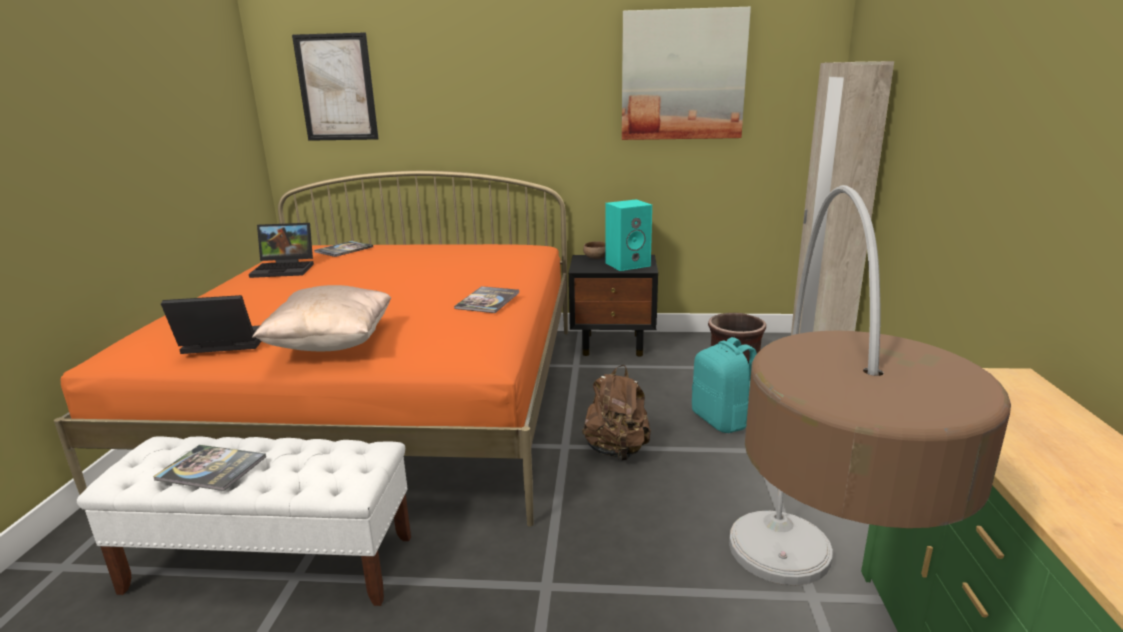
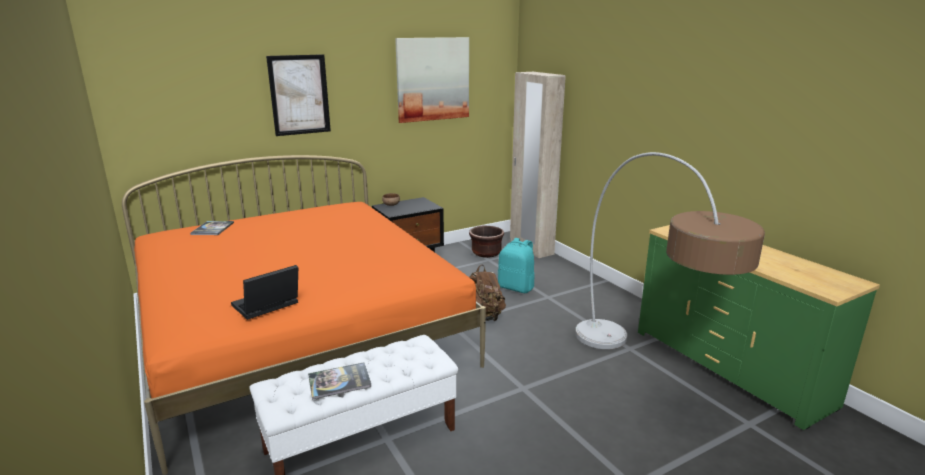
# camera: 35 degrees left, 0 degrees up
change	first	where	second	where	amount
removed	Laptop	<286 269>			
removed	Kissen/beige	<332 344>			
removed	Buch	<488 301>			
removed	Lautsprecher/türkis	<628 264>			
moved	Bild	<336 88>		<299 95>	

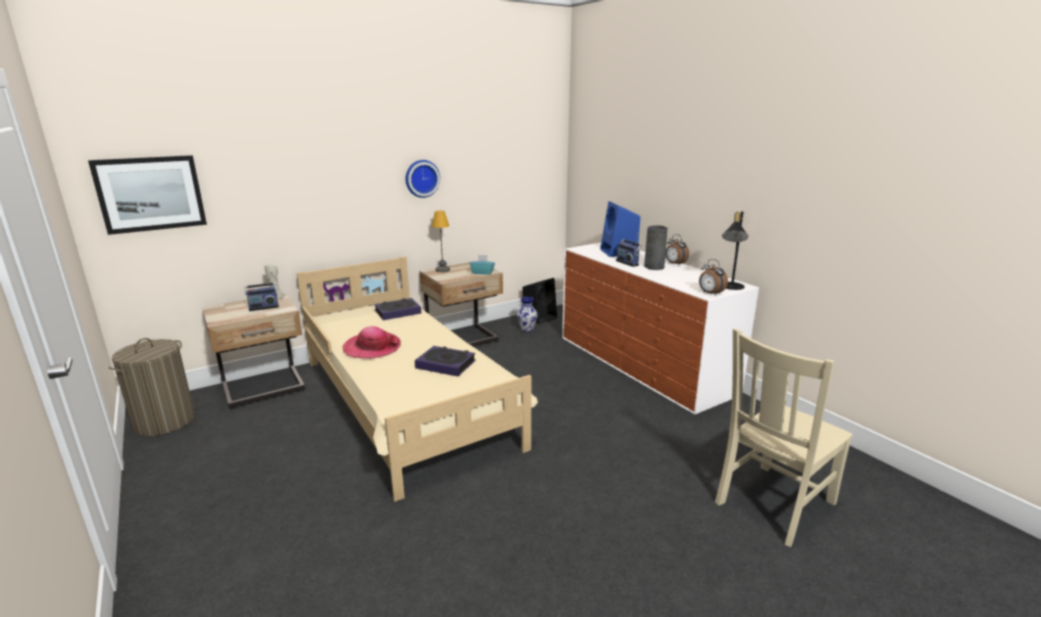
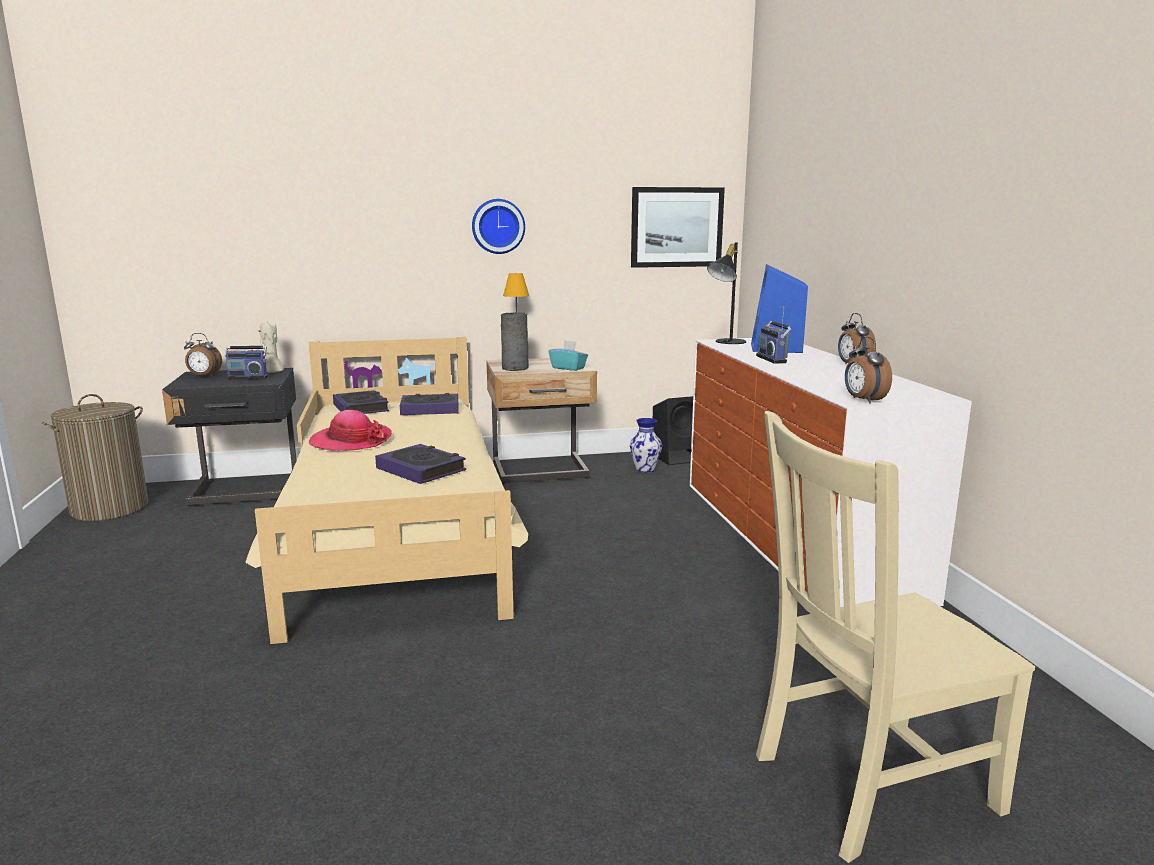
# camera: 20 degrees right, 5 degrees down
change	first	where	second	where	amount
added			Wecker	<204 376>	
added			Buch	<361 408>	
moved	Bild	<151 193>		<676 227>	
moved	Vase/grau	<654 267>		<516 368>	
moved	Tischlampe/schwarz	<730 287>		<726 342>	
recoloured	Nachttisch/beige	<265 389>	Nachttisch/schwarz	<245 492>	

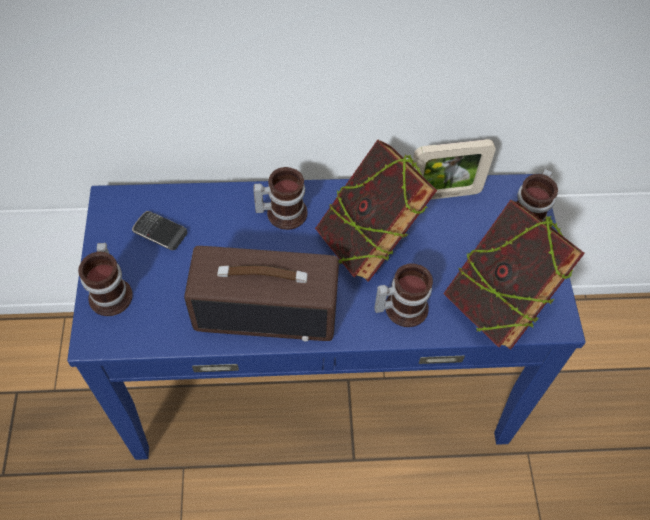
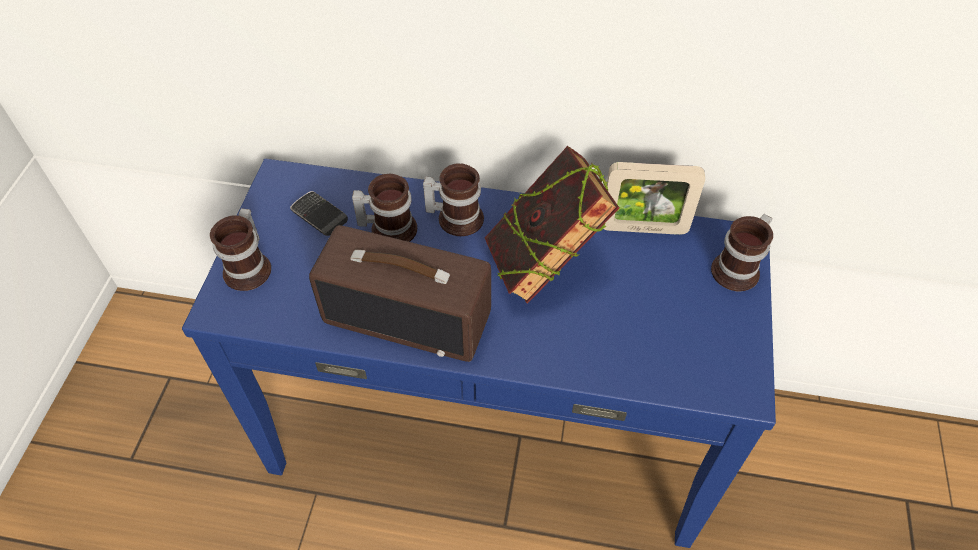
# camera: 15 degrees right, 5 degrees down
change	first	where	second	where	amount
removed	Buch	<498 302>			
moved	Henkelbecher	<401 307>		<389 227>	

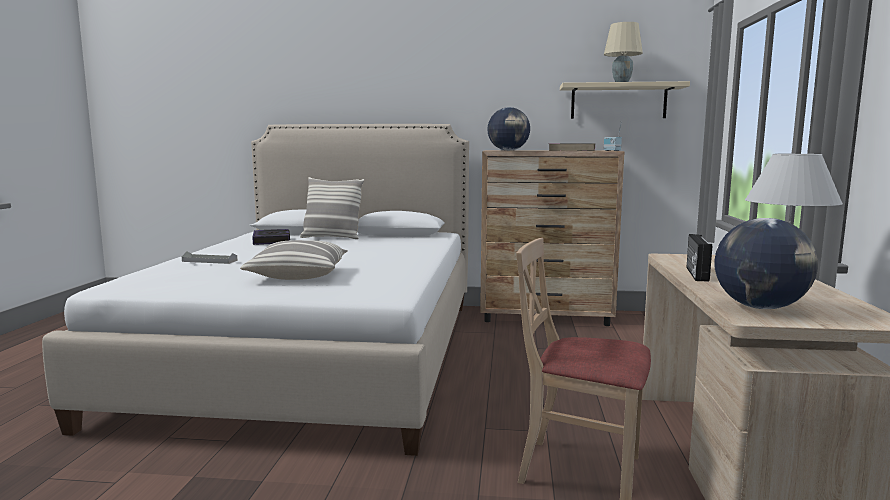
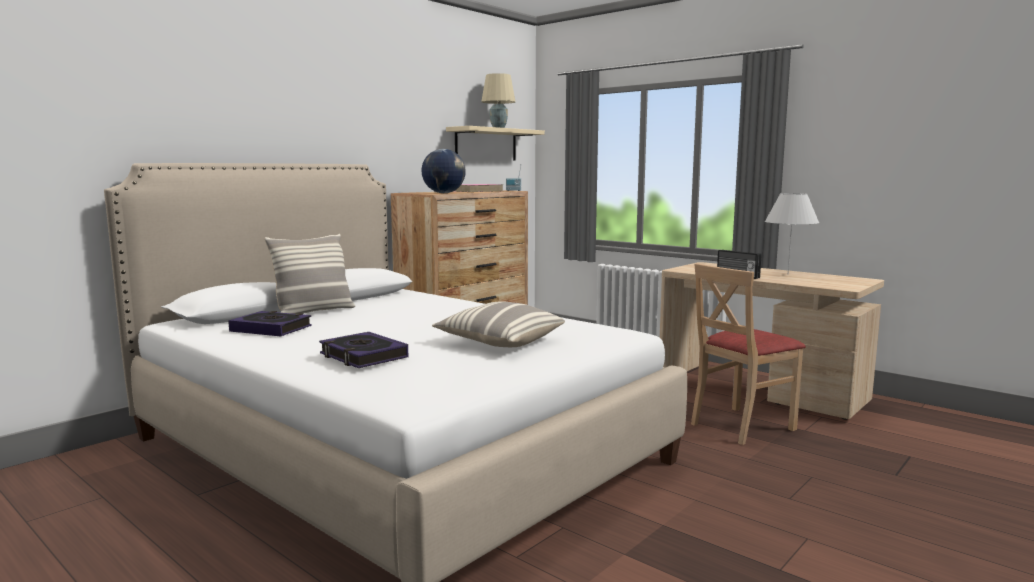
# camera: 55 degrees left, 0 degrees up
change	first	where	second	where	amount
removed	Globus	<760 307>			
replaced	Tablett/grau	<209 261>	Buch	<363 356>	

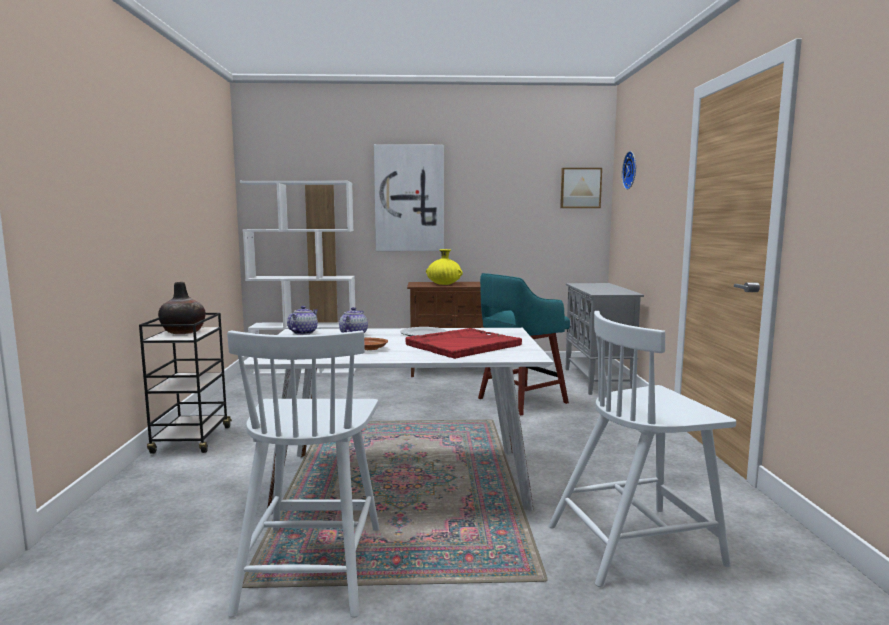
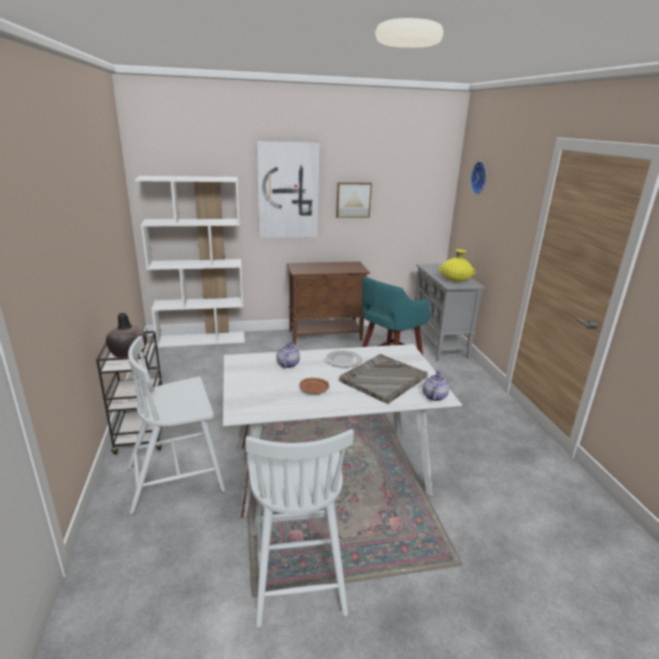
# camera: 10 degrees left, 15 degrees up
change	first	where	second	where	amount
moved	Teekanne	<303 333>		<433 396>	
moved	Vase/gelb	<444 284>		<455 280>	
moved	Stuhl/weiß	<636 544>		<177 478>	
moved	Bild	<580 188>		<353 199>	
recoloured	Tablett/rot	<462 345>	Tablett/grau	<383 379>	

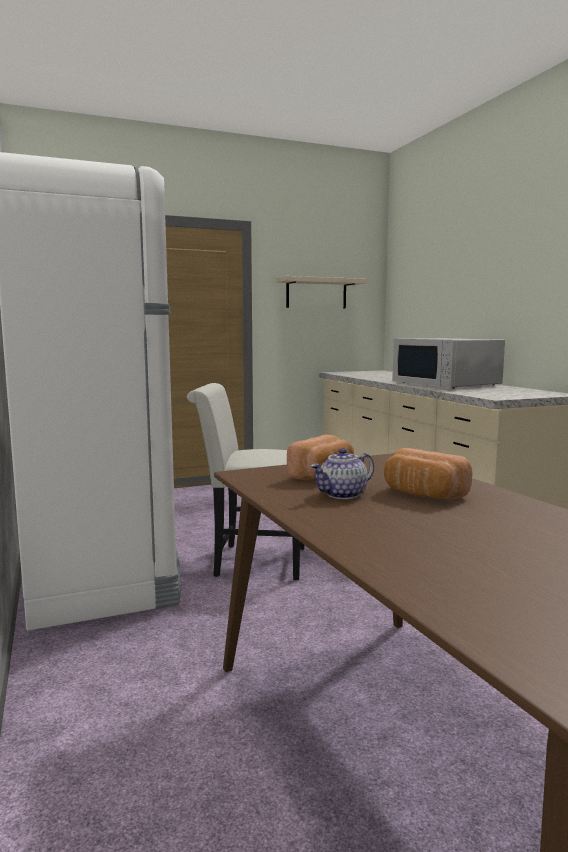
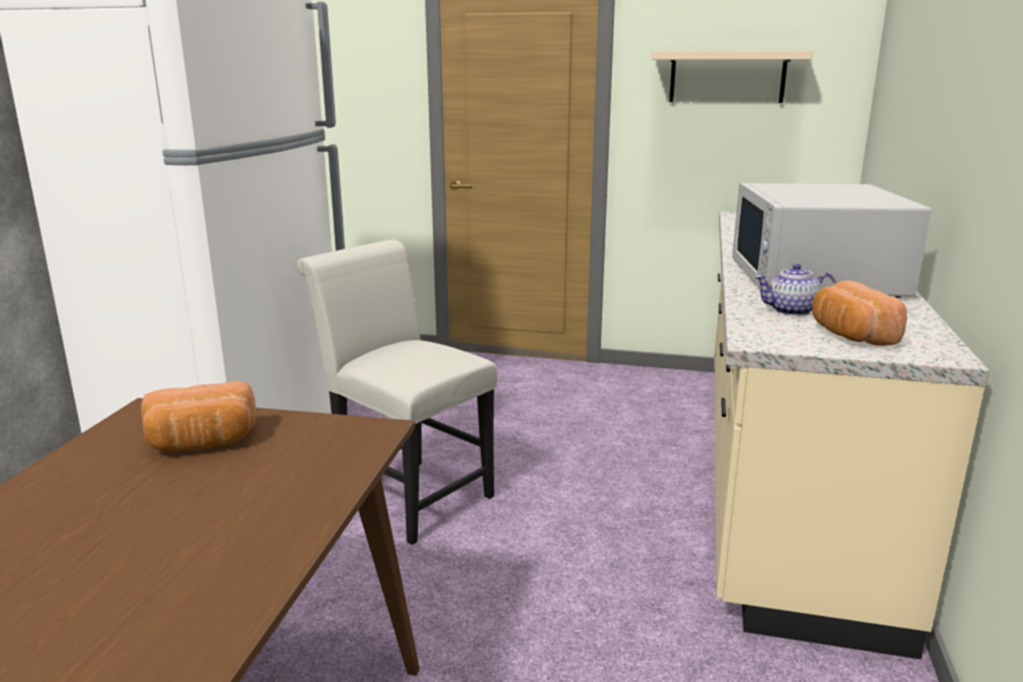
# camera: 35 degrees right, 10 degrees up
change	first	where	second	where	amount
moved	Teekanne	<342 494>		<791 311>	
moved	Brot	<422 494>		<849 335>	

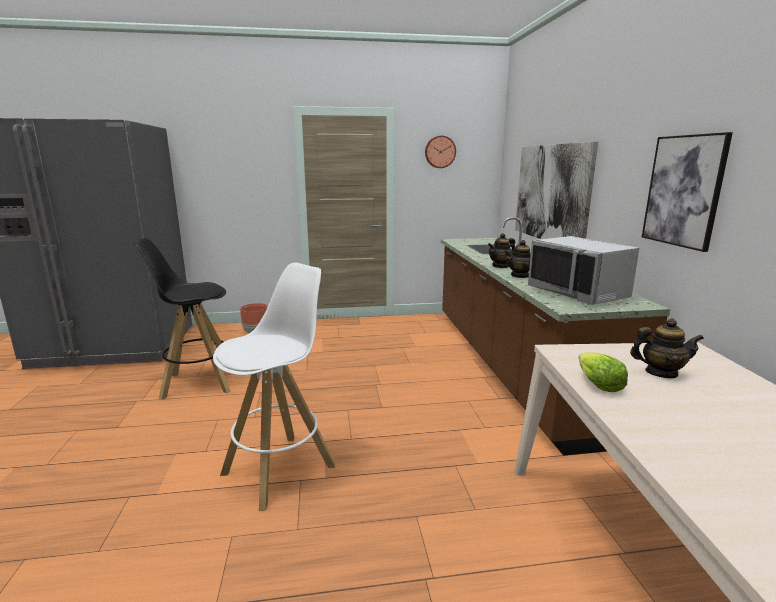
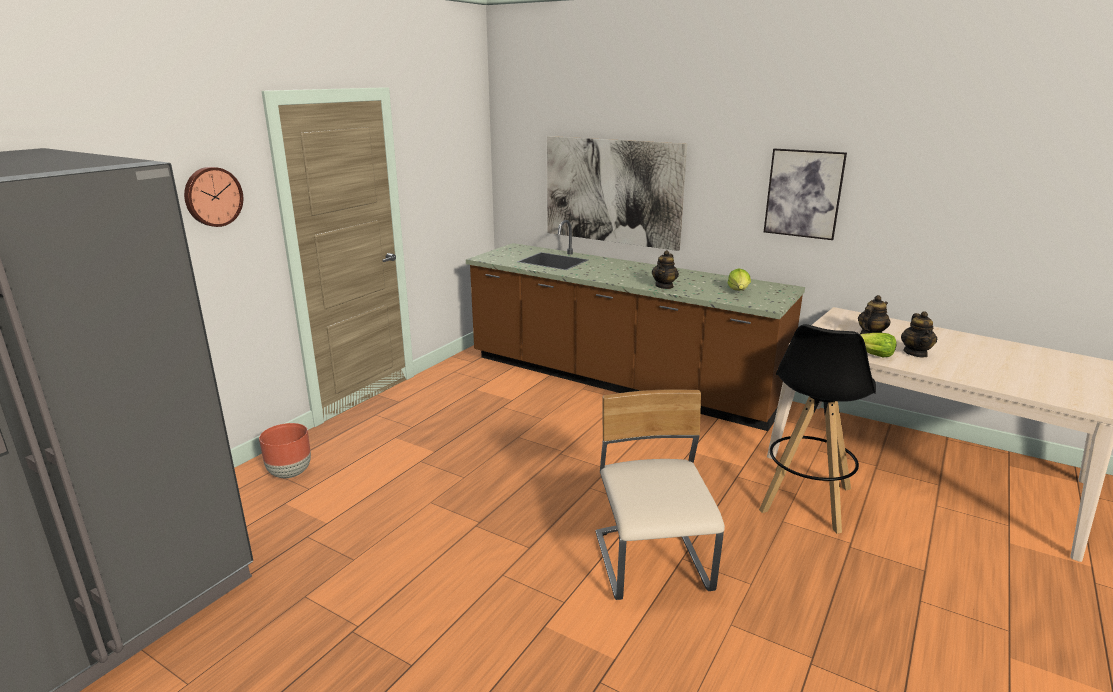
# camera: 50 degrees left, 5 degrees up
change	first	where	second	where	amount
moved	Hocker/schwarz	<198 383>		<805 500>	
moved	Wanduhr	<440 152>		<212 196>	
moved	Teekanne	<500 266>		<915 353>	
replaced	Hocker/weiß	<280 469>	Stuhl/beige	<652 563>	
replaced	Mikrowelle/grau	<578 293>	Salatkopf	<739 290>	

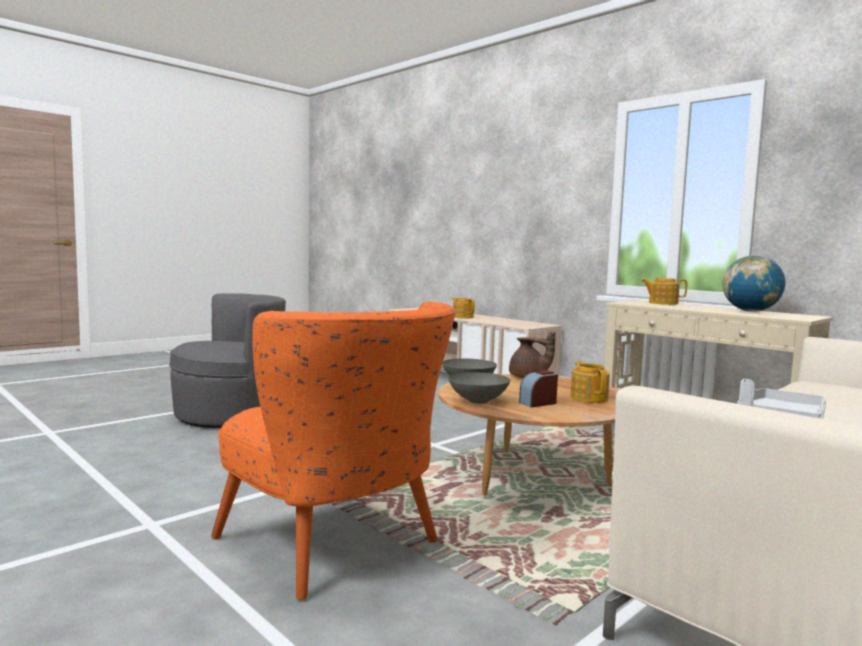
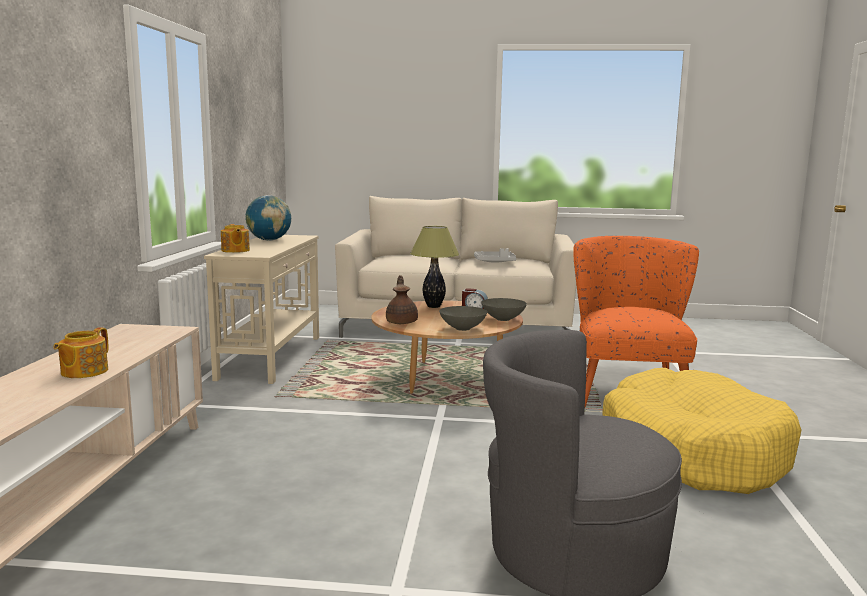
# camera: 130 degrees left, 5 degrees up
change	first	where	second	where	amount
added			Hundebett/gelb	<693 452>	
replaced	Teekanne	<589 398>	Tischlampe	<433 306>	

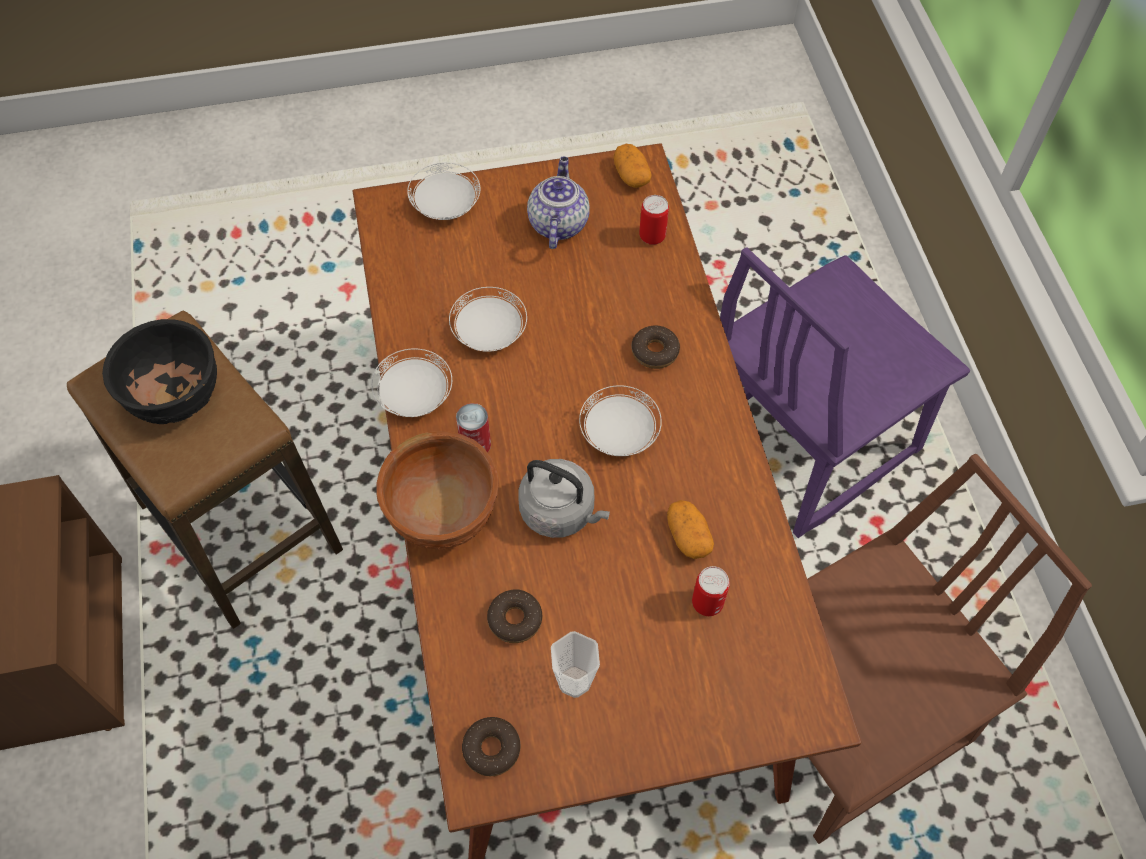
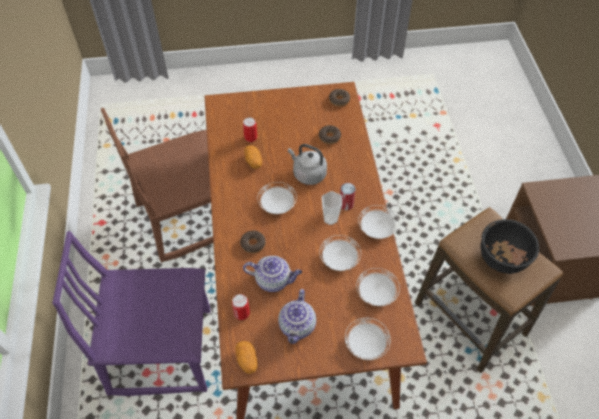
# camera: 175 degrees left, 5 degrees down
change	first	where	second	where	amount
removed	Schüssel/braun	<443 517>			
added			Teekanne	<274 280>	
added			Teller/weiß	<376 293>	
moved	Tasse	<574 682>		<330 219>	
turned	Stuhl/lila	<804 437>		<161 349>	150 degrees counterclockwise

